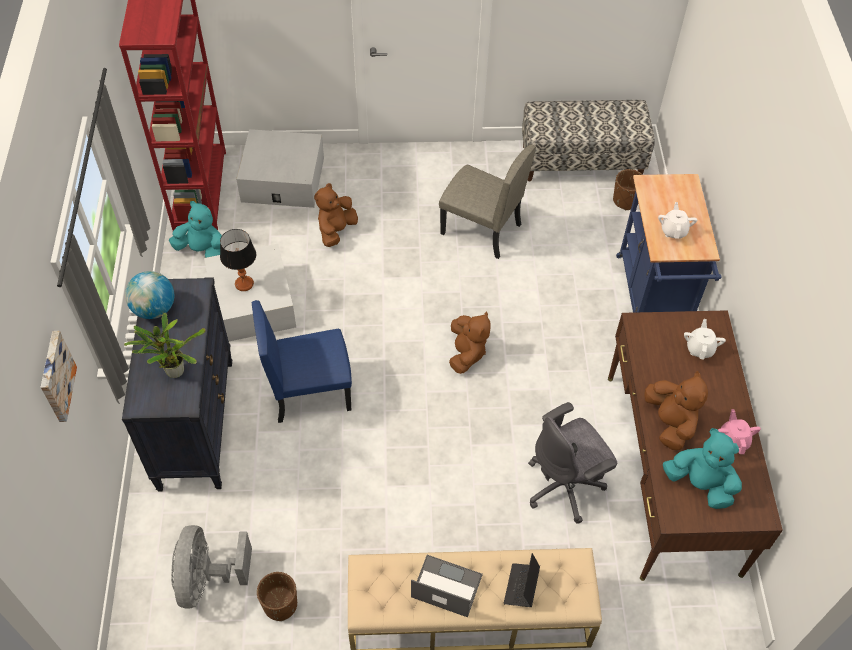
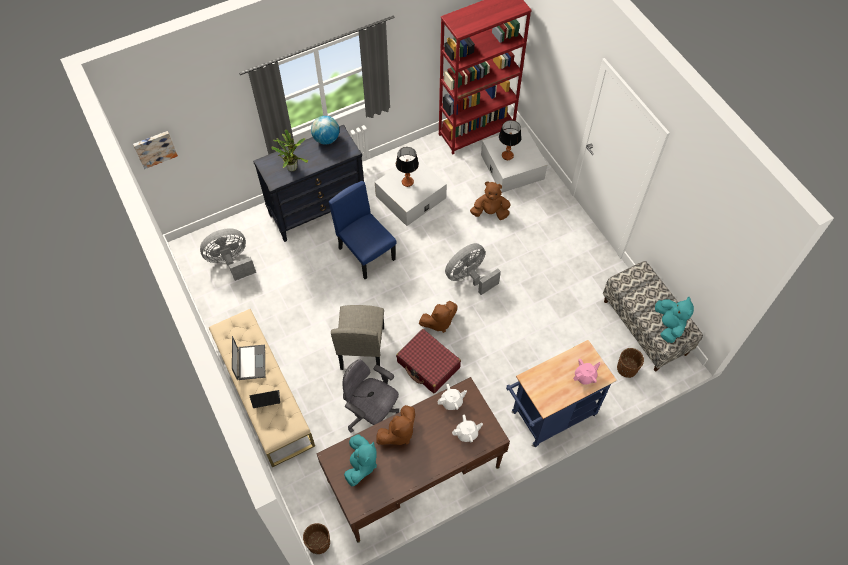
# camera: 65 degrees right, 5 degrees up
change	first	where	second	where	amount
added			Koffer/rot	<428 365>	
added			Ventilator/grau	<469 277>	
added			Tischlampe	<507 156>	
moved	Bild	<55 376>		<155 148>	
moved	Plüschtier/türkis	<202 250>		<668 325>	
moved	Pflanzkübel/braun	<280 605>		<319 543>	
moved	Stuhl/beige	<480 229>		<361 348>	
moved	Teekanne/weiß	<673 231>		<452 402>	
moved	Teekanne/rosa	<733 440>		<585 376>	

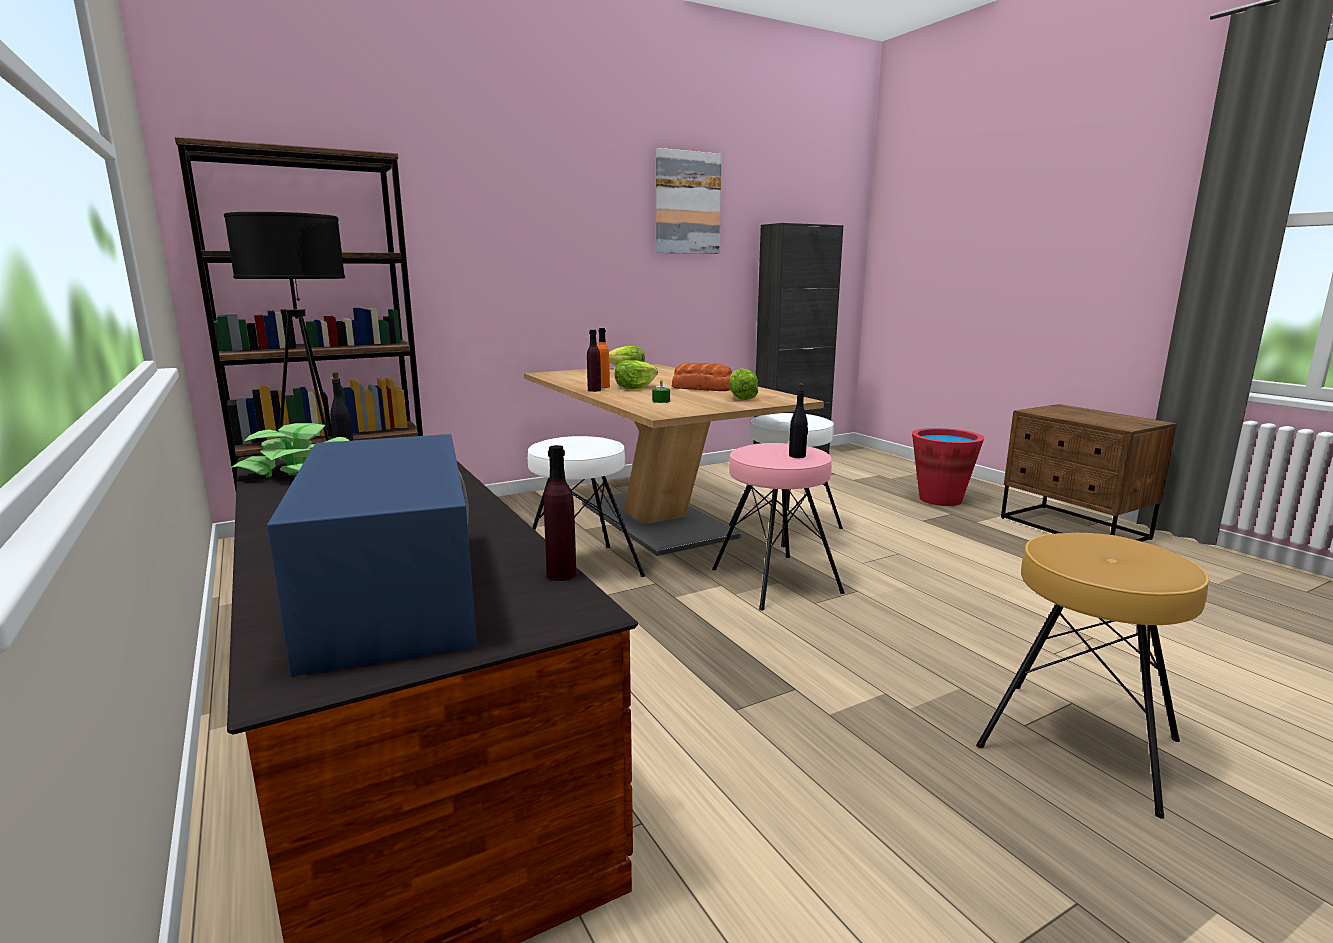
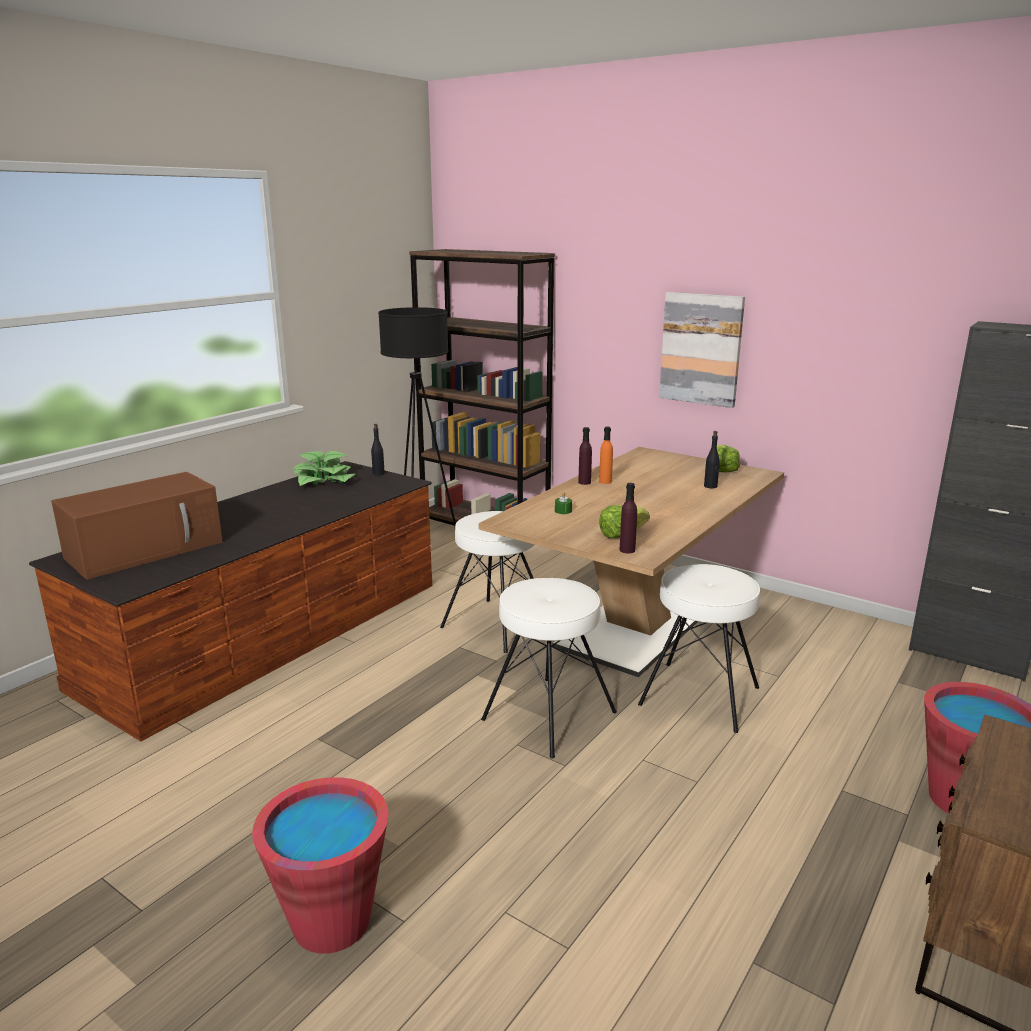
# camera: 65 degrees right, 5 degrees up
change	first	where	second	where	amount
removed	Salatkopf	<635 387>			
removed	Brot	<703 388>			
moved	Flasche/lila	<561 574>		<627 550>	
moved	Bild	<687 203>		<701 349>	
moved	Flasche/schwarz	<797 456>		<710 486>	
replaced	Hocker/braun	<1078 744>	Eimer/rot	<331 921>	
recoloured	Mikrowelle/blau	<391 590>	Mikrowelle/braun	<147 549>	
recoloured	Hocker/rosa	<775 581>	Hocker/weiß	<548 715>	

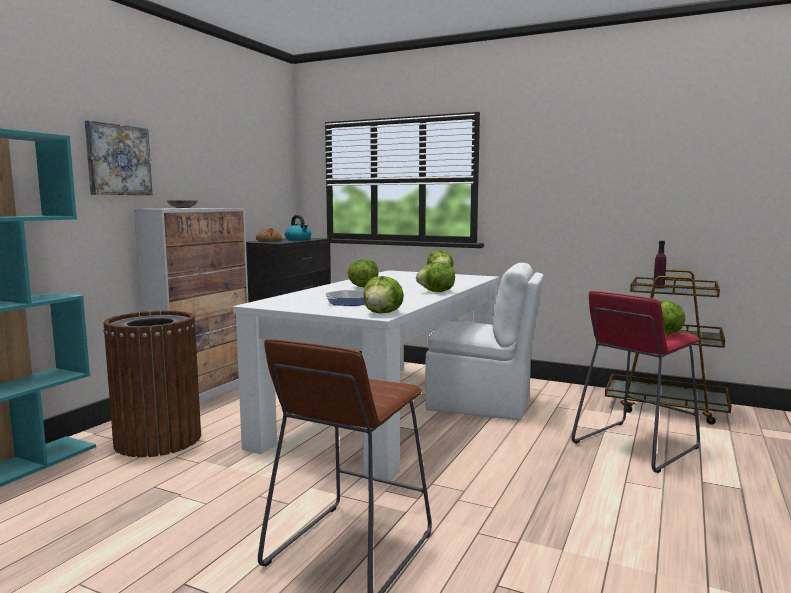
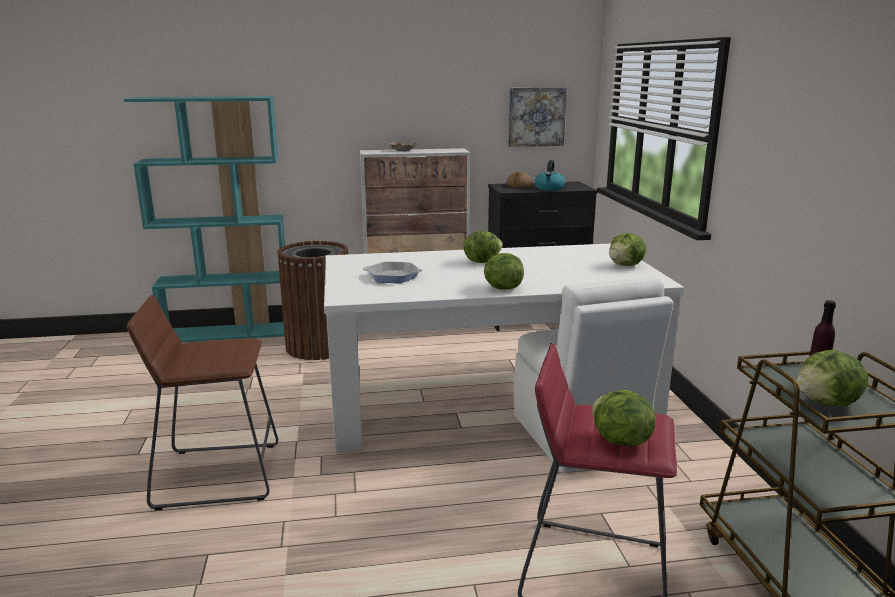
# camera: 55 degrees right, 10 degrees up
change	first	where	second	where	amount
moved	Bild	<118 160>		<536 117>	
moved	Salatkopf	<383 313>		<827 403>	

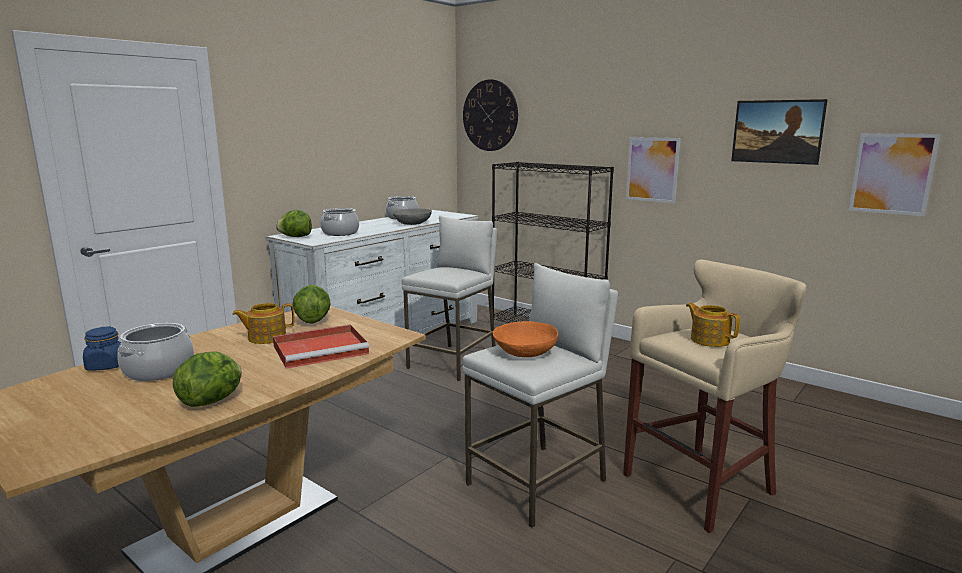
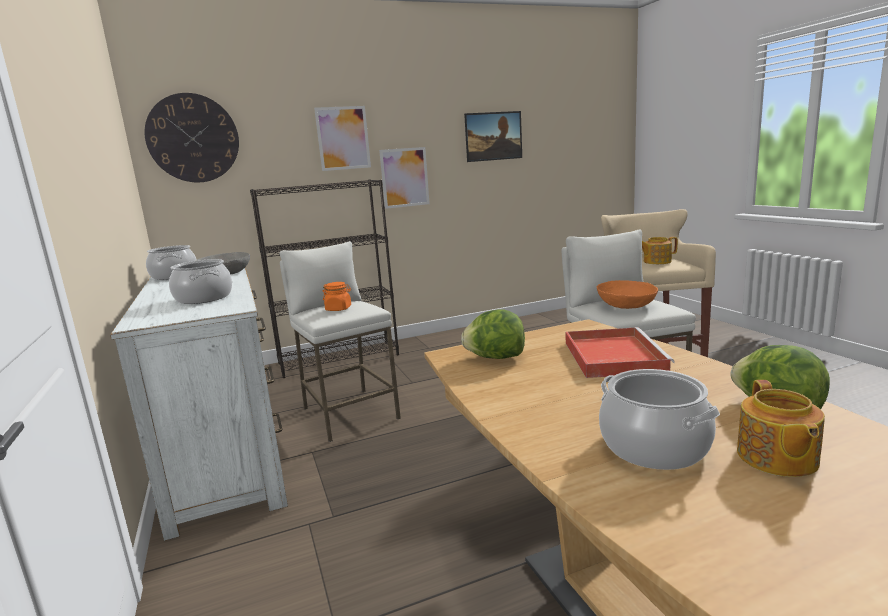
# camera: 60 degrees left, 0 degrees up
change	first	where	second	where	amount
removed	Vorratsglas/blau	<106 366>			
removed	Salatkopf	<295 237>			
added			Vorratsglas/orange	<338 309>	
moved	Teekanne	<266 337>		<776 458>	
moved	Bild	<892 174>		<343 138>	

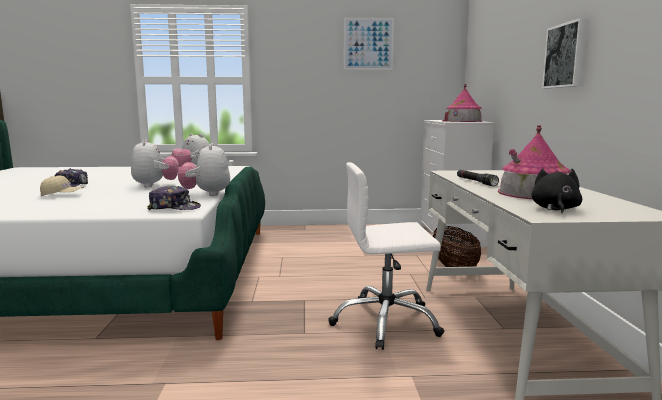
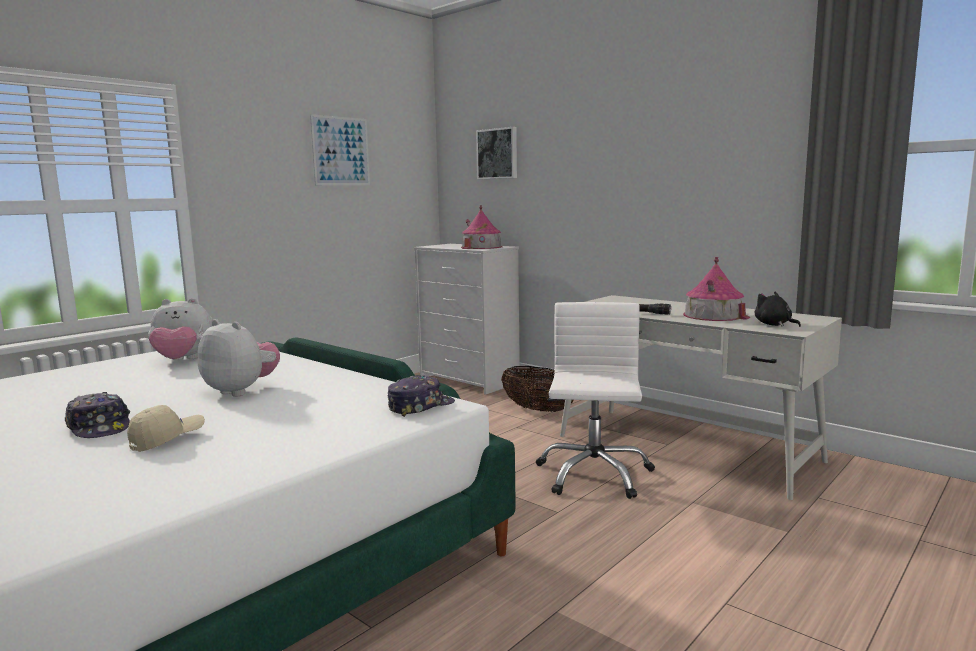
# camera: 45 degrees left, 0 degrees up
change	first	where	second	where	amount
removed	Plüschtier	<206 194>			
moved	Bild	<566 56>		<498 154>	
turned	Bürostuhl/weiß	<386 322>		<593 474>	150 degrees clockwise

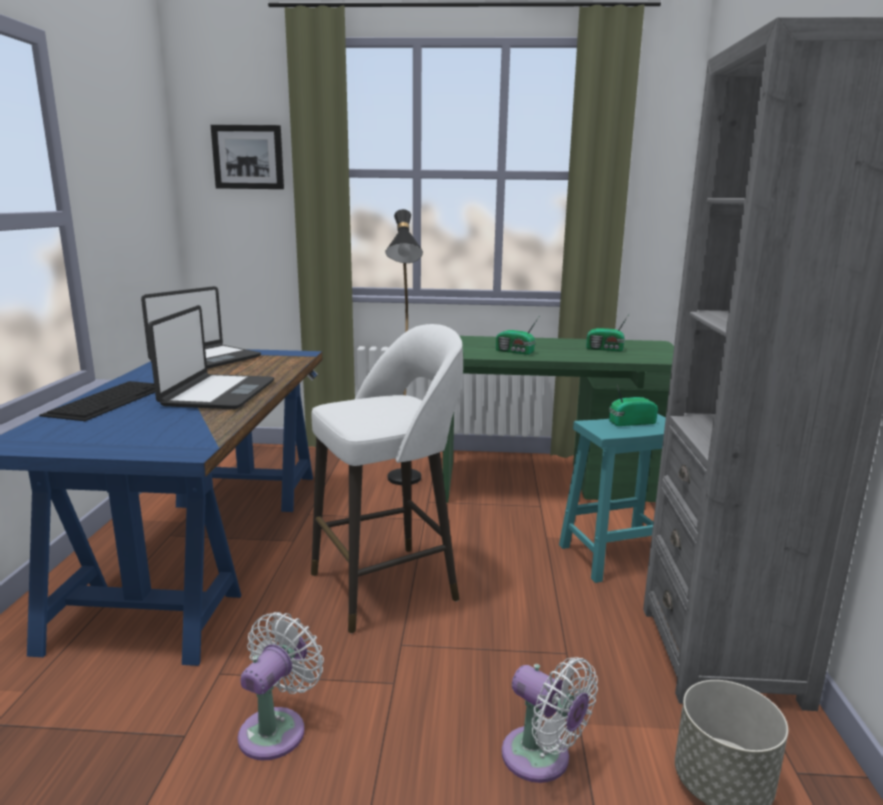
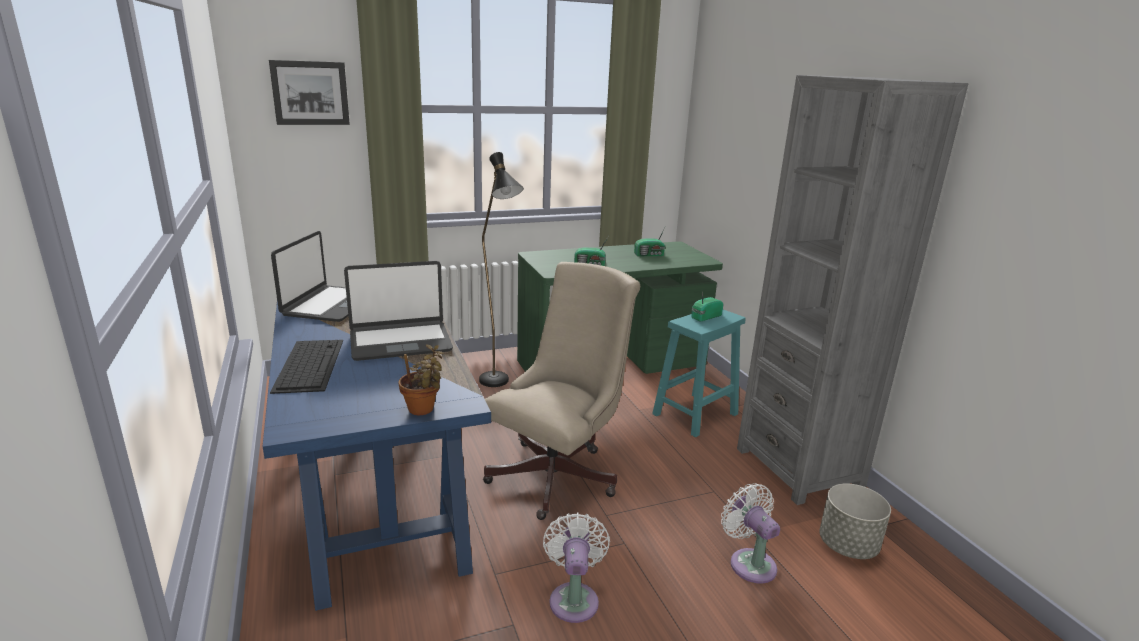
# camera: 25 degrees left, 5 degrees up
change	first	where	second	where	amount
added			Topfpflanze	<423 410>	
replaced	Hocker/weiß	<388 585>	Bürostuhl/beige	<559 474>	
turned	Laptop	<217 393>		<400 342>	90 degrees clockwise
turned	Ventilator/weiß	<542 759>		<749 562>	135 degrees counterclockwise

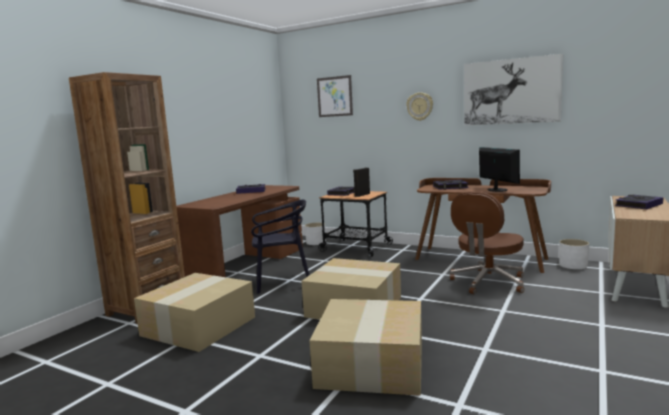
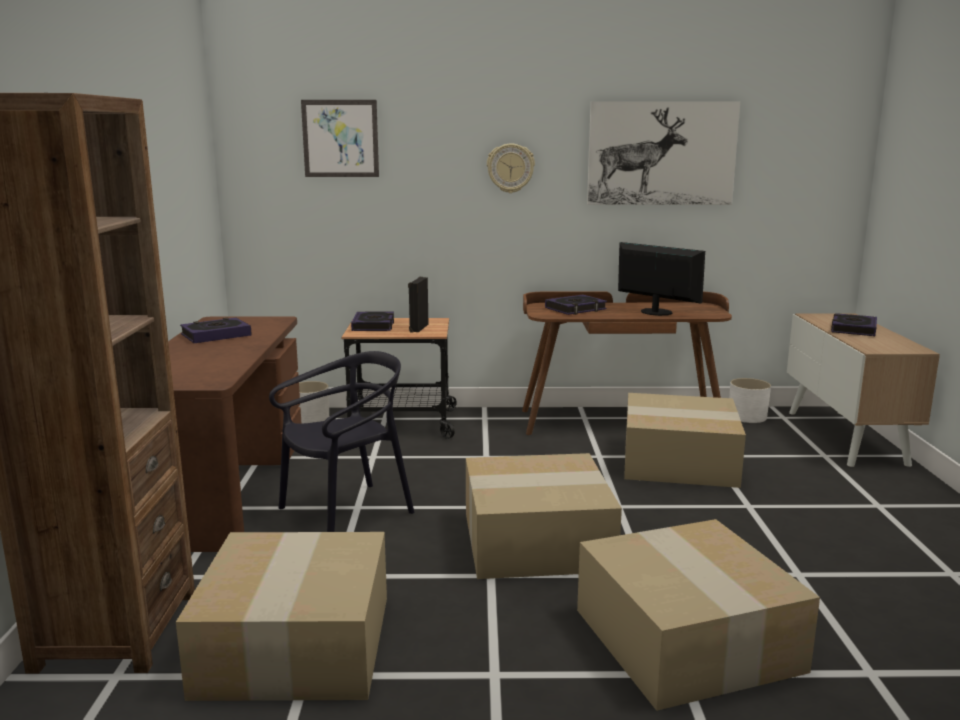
# camera: 30 degrees left, 5 degrees up
change	first	where	second	where	amount
replaced	Bürostuhl/braun	<488 283>	Karton	<677 462>	

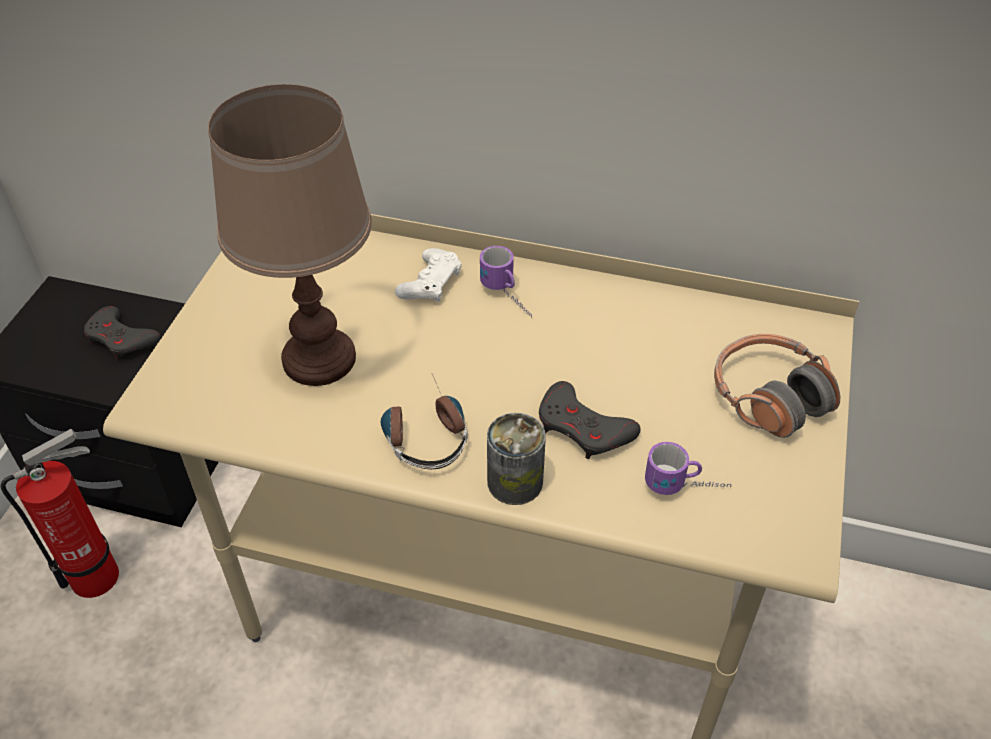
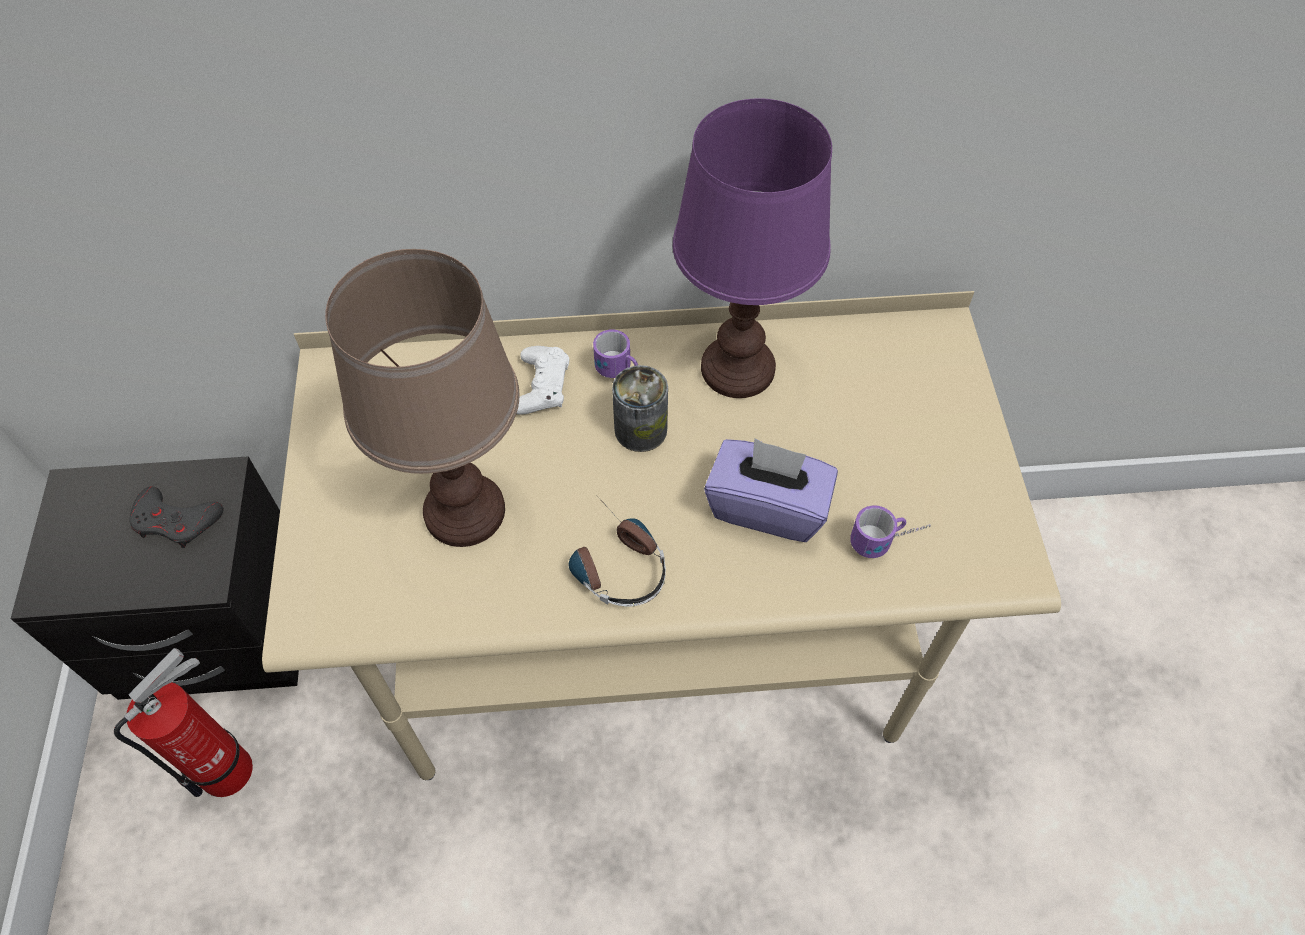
# camera: 20 degrees left, 10 degrees up
change	first	where	second	where	amount
removed	Kopfhörer	<769 397>			
added			Tischlampe/lila	<739 368>	
moved	Dose	<515 482>		<640 429>	
replaced	Gamepad/grau	<583 428>	Taschentuchbox/lila	<767 506>	

